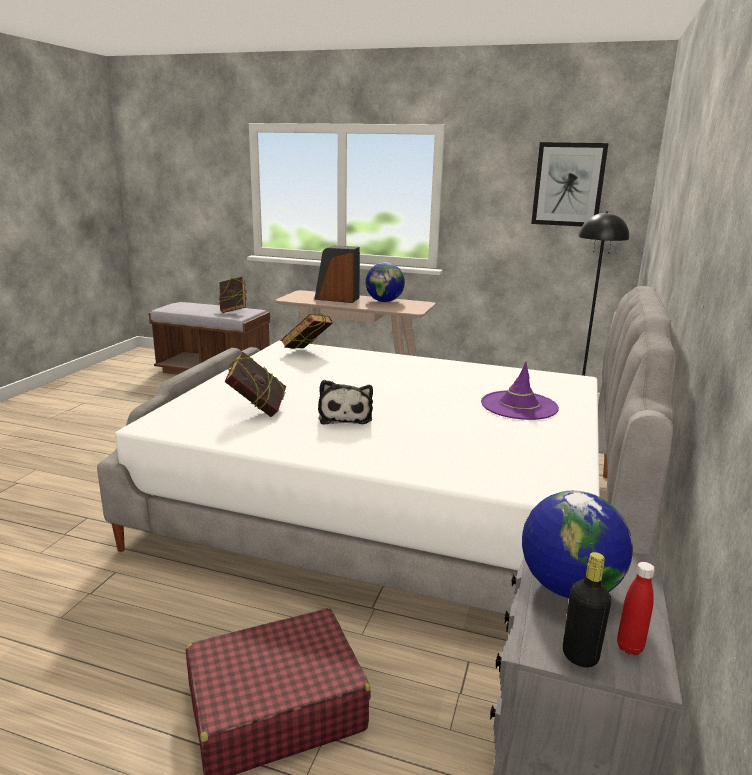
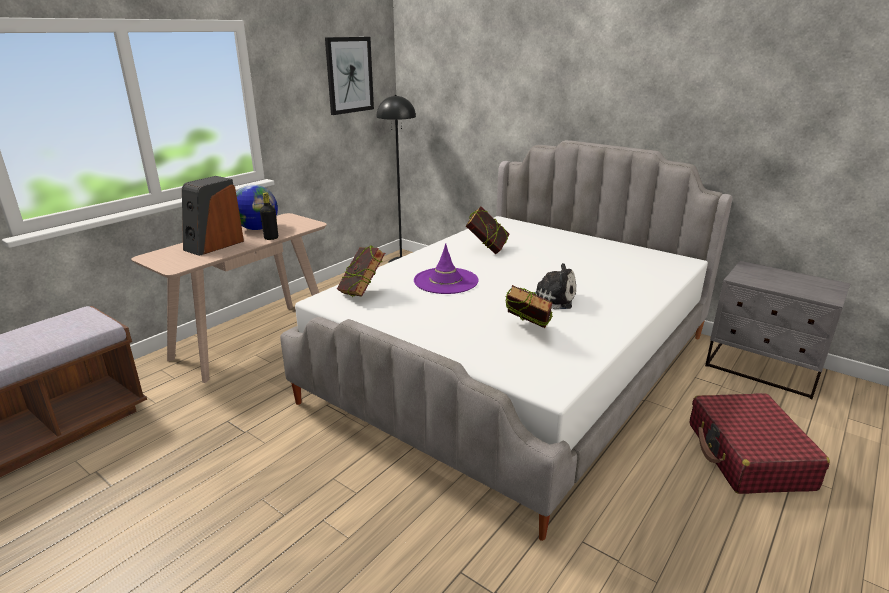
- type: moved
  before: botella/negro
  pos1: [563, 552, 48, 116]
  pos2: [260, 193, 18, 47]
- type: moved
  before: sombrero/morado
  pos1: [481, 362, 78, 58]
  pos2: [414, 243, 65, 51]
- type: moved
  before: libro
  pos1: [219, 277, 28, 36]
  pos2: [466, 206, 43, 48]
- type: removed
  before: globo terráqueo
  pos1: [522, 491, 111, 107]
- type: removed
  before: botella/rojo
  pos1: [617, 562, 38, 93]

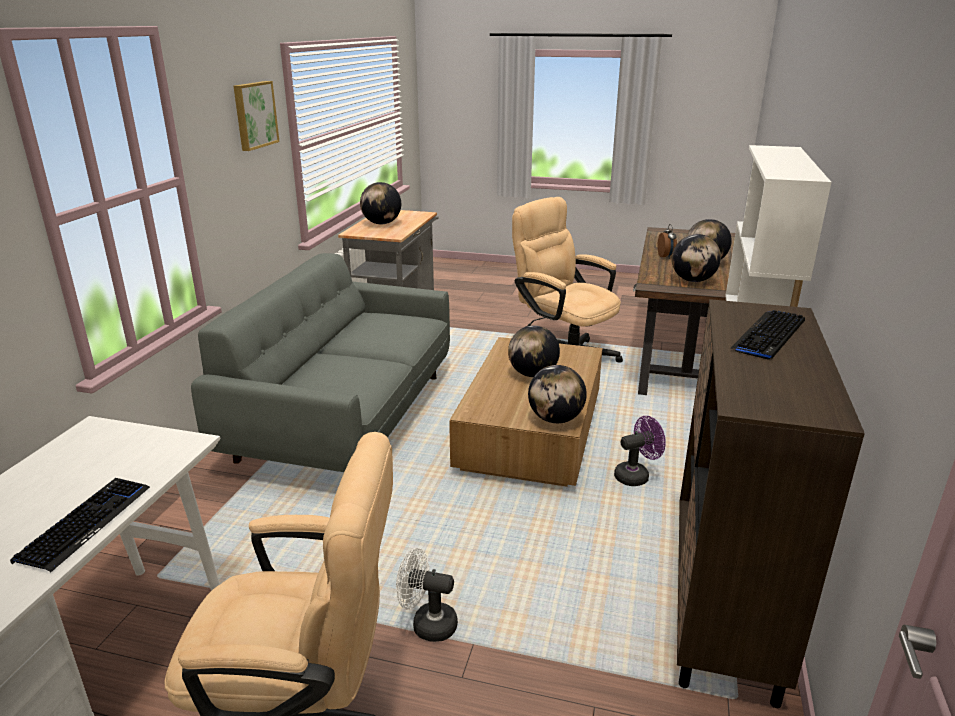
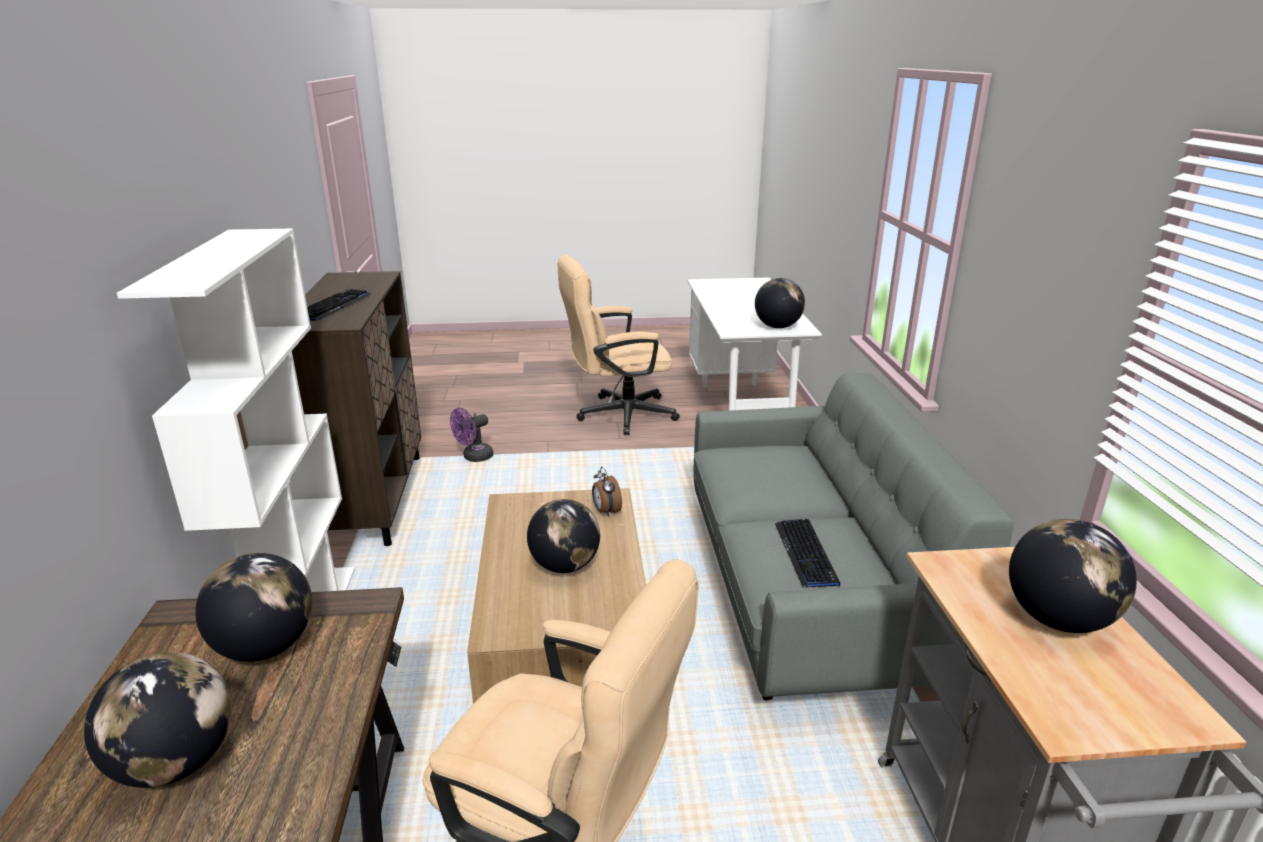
- type: moved
  before: ventilador/morado
  pos1: [614, 416, 52, 70]
  pos2: [450, 408, 43, 54]
- type: moved
  before: despertador
  pos1: [657, 224, 20, 34]
  pos2: [592, 467, 30, 50]
- type: moved
  before: globo terráqueo
  pos1: [528, 365, 59, 58]
  pos2: [755, 278, 50, 50]
- type: moved
  before: teclado
  pos1: [10, 478, 140, 94]
  pos2: [775, 519, 65, 68]
- type: removed
  before: cuadro
  pos1: [234, 81, 45, 70]
- type: removed
  before: ventilador/blanco
  pos1: [396, 548, 62, 94]

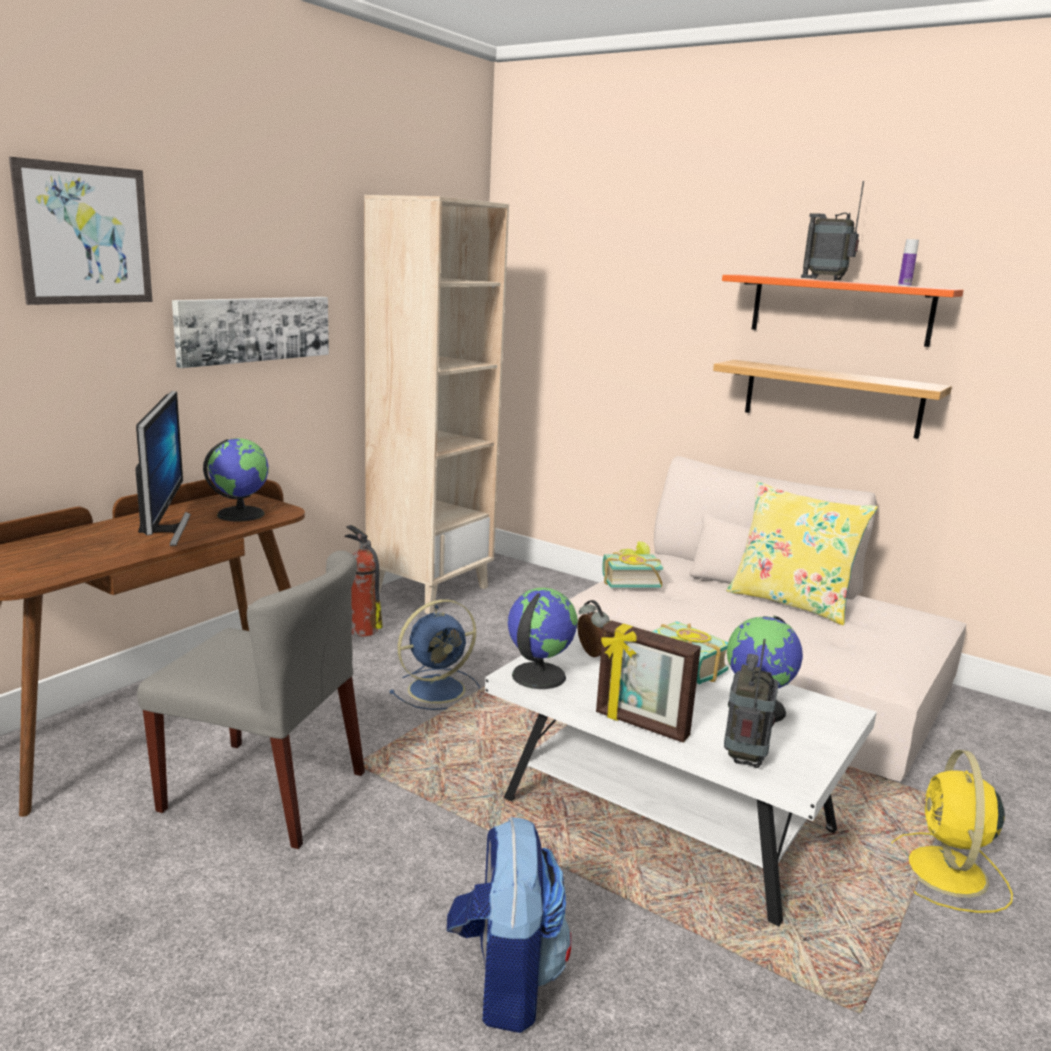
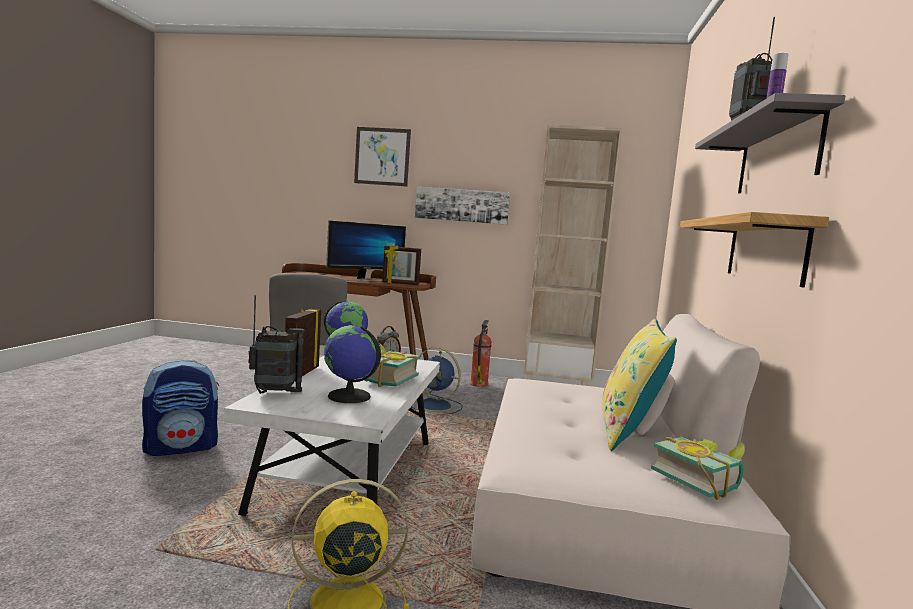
- type: replaced
  before: globo terráqueo
  after: portarretratos
  pos1: [203, 438, 66, 83]
  pos2: [382, 246, 39, 39]
- type: moved
  before: libro
  pos1: [602, 541, 61, 47]
  pos2: [651, 437, 94, 63]
- type: recoloured
  before: estante/naranja
  after: estante/gris
  pos1: [722, 275, 242, 72]
  pos2: [695, 93, 150, 100]

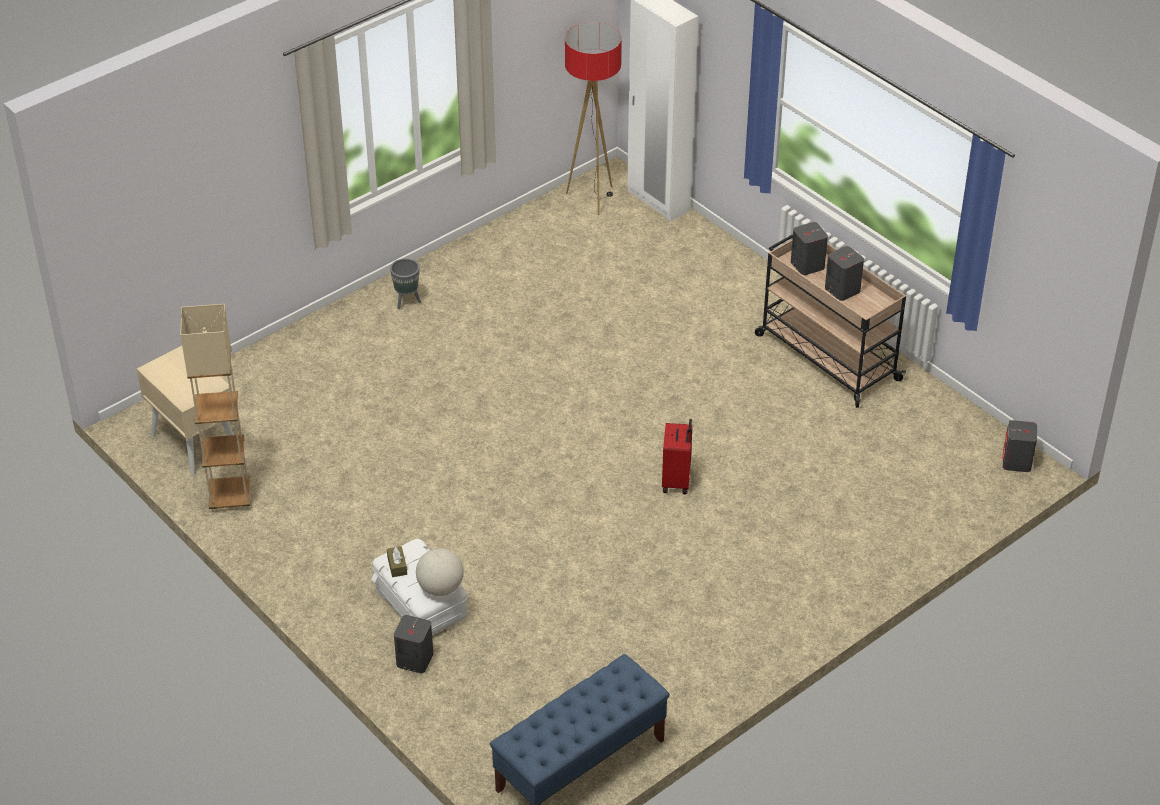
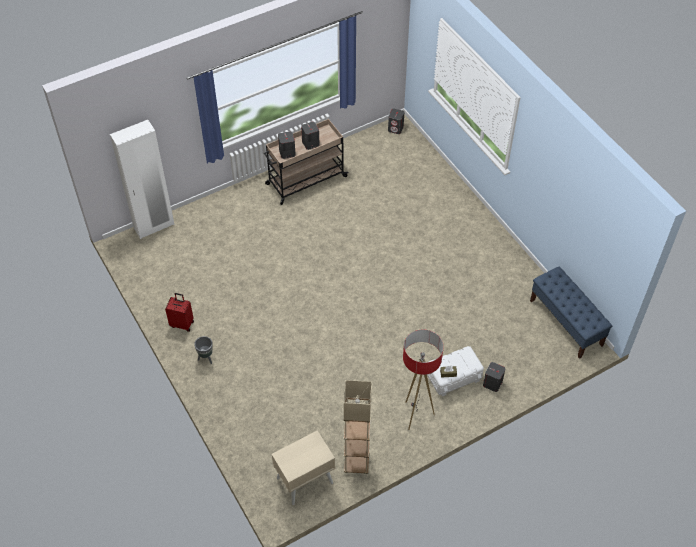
- type: moved
  before: maleta/rojo
  pos1: [662, 419, 31, 75]
  pos2: [165, 293, 29, 39]
- type: moved
  before: lámpara de pie
  pos1: [565, 22, 57, 193]
  pos2: [403, 330, 41, 100]
- type: removed
  before: globo terráqueo
  pos1: [416, 548, 48, 48]

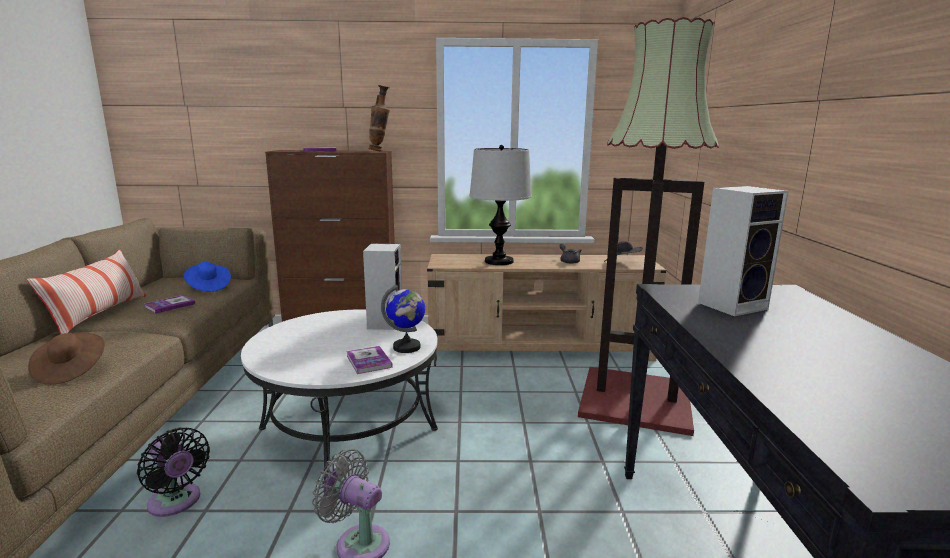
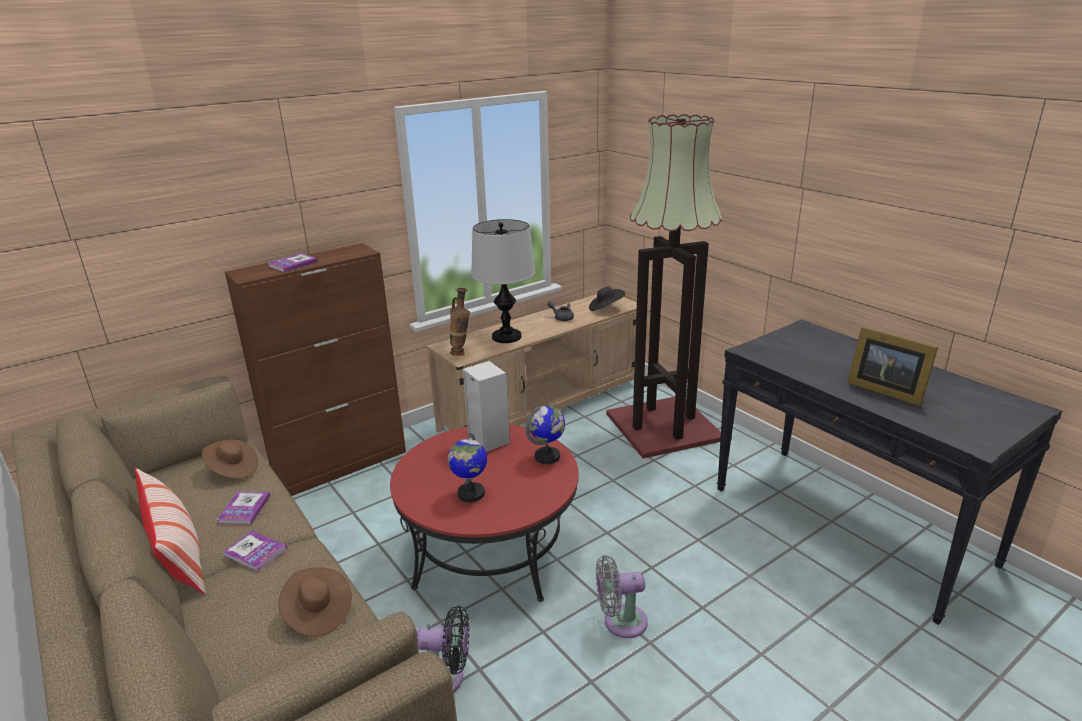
- type: recoloured
  before: sombrero/azul
  after: sombrero/marrón
  pos1: [184, 262, 47, 30]
  pos2: [202, 439, 56, 40]
- type: moved
  before: libro
  pos1: [346, 346, 47, 28]
  pos2: [223, 531, 64, 41]
- type: recoloured
  before: mesa de centro/blanco
  after: mesa de centro/rojo
  pos1: [241, 310, 197, 174]
  pos2: [390, 425, 189, 177]
- type: added
  after: globo terráqueo
  pos2: [448, 433, 39, 69]
- type: moved
  before: florero
  pos1: [369, 85, 21, 67]
  pos2: [450, 288, 20, 68]
- type: added
  after: portarretratos
  pos2: [847, 327, 91, 79]
- type: removed
  before: altavoz
  pos1: [698, 186, 91, 130]

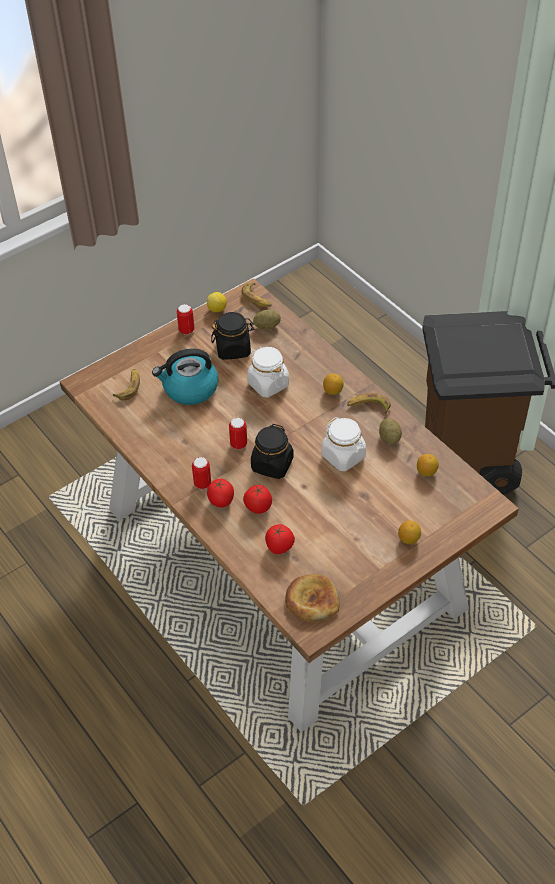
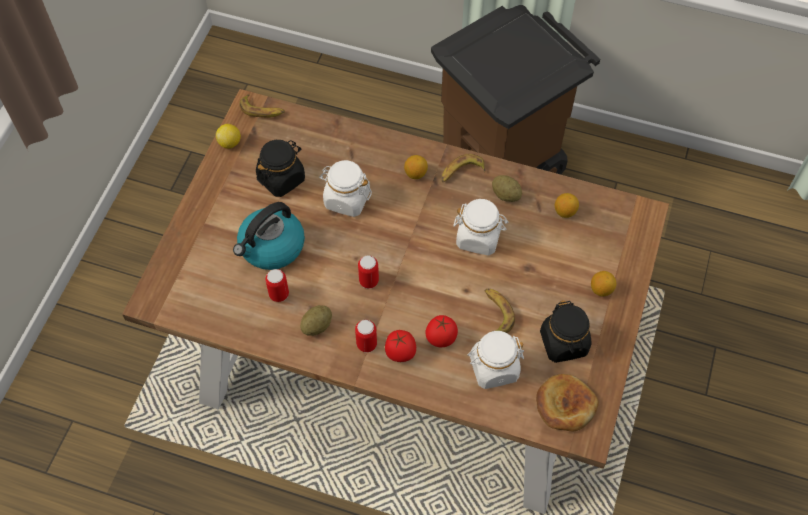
- type: moved
  before: lata
  pos1: [177, 304, 17, 30]
  pos2: [265, 269, 24, 33]
- type: moved
  before: patata
  pos1: [253, 309, 28, 21]
  pos2: [300, 305, 32, 31]
- type: replaced
  before: tomate
  after: tarro/blanco
  pos1: [265, 524, 30, 30]
  pos2: [468, 331, 56, 58]
- type: moved
  before: plátano
  pos1: [113, 369, 27, 32]
  pos2: [485, 289, 30, 44]
- type: moved
  before: tarro/negro
  pos1: [251, 424, 43, 55]
  pos2: [540, 300, 51, 63]

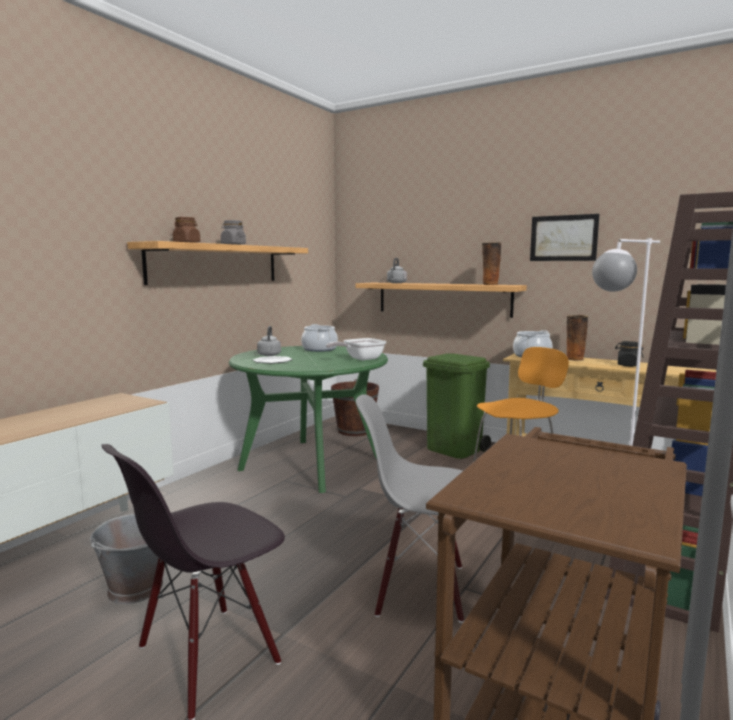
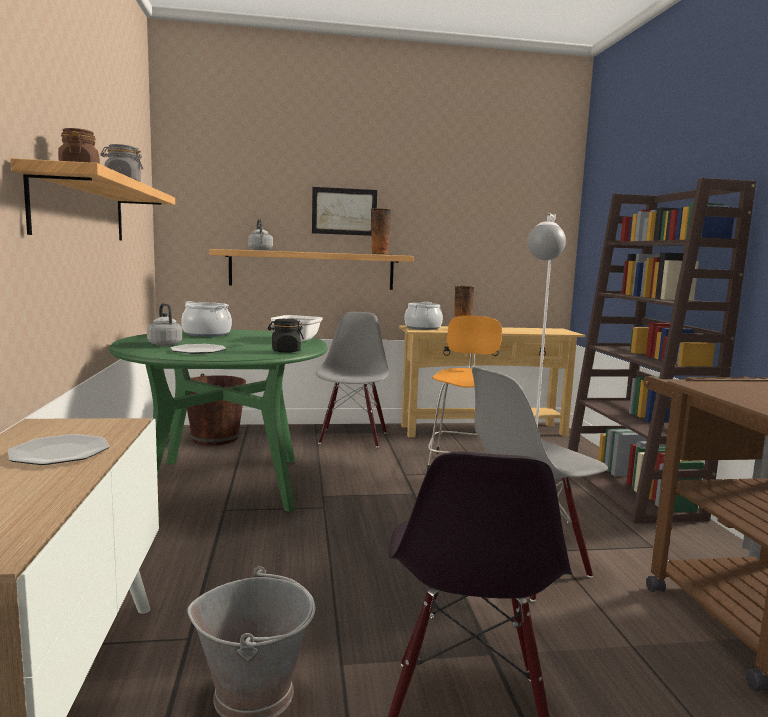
- type: added
  after: plato
  pos2: [8, 434, 102, 31]
- type: moved
  before: tarro/negro
  pos1: [615, 341, 29, 26]
  pos2: [268, 319, 36, 34]
- type: moved
  before: cuadro
  pos1: [530, 214, 69, 47]
  pos2: [312, 187, 65, 49]
- type: replaced
  before: papelera/verde
  after: silla/gris
  pos1: [423, 353, 68, 106]
  pos2: [316, 312, 73, 136]

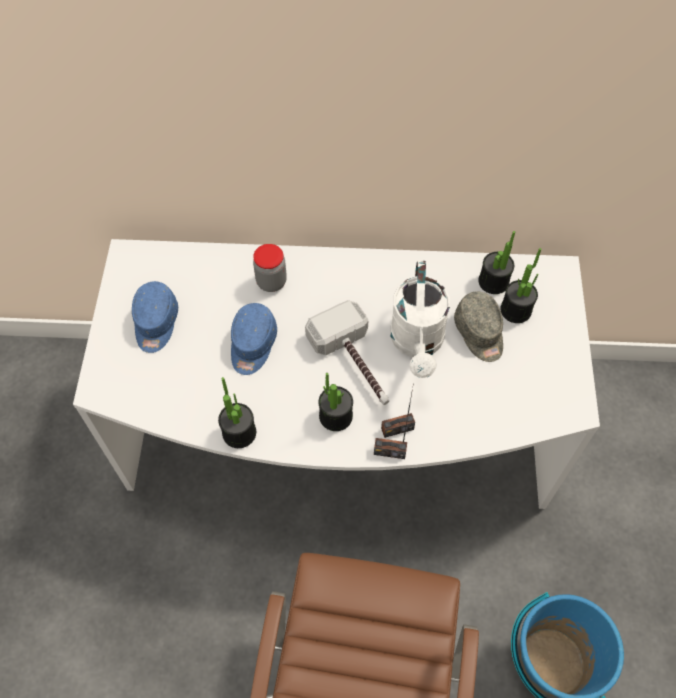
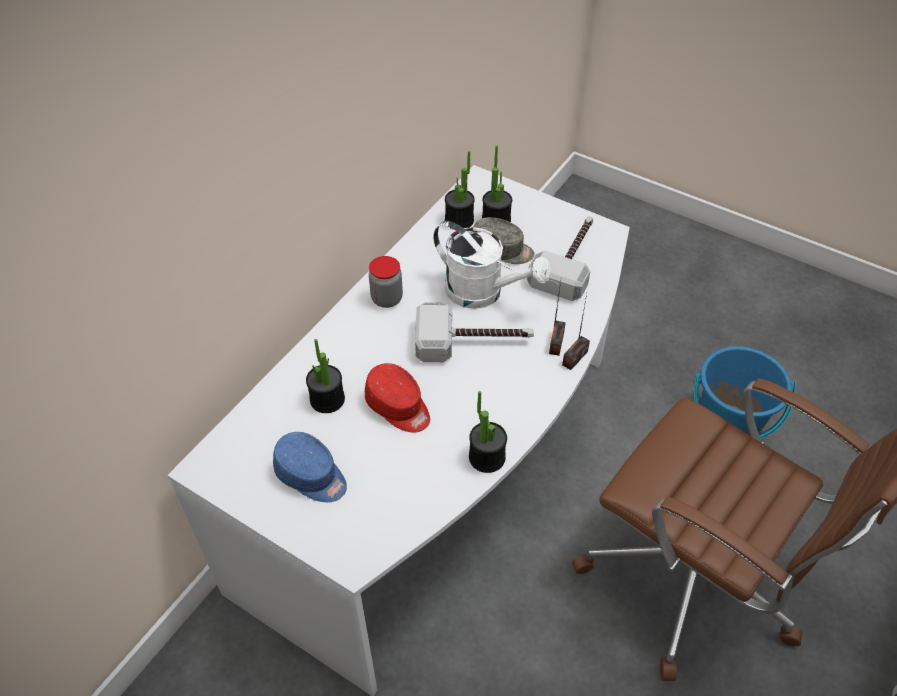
- type: moved
  before: planta en maceta
  pos1: [318, 373, 35, 58]
  pos2: [306, 339, 39, 74]
- type: recoloured
  before: gorra/azul
  after: gorra/rojo
  pos1: [231, 303, 46, 72]
  pos2: [365, 363, 65, 70]
- type: moved
  before: tarro
  pos1: [253, 244, 34, 48]
  pos2: [369, 256, 34, 52]
- type: added
  after: martillo
  pos2: [527, 216, 66, 85]

